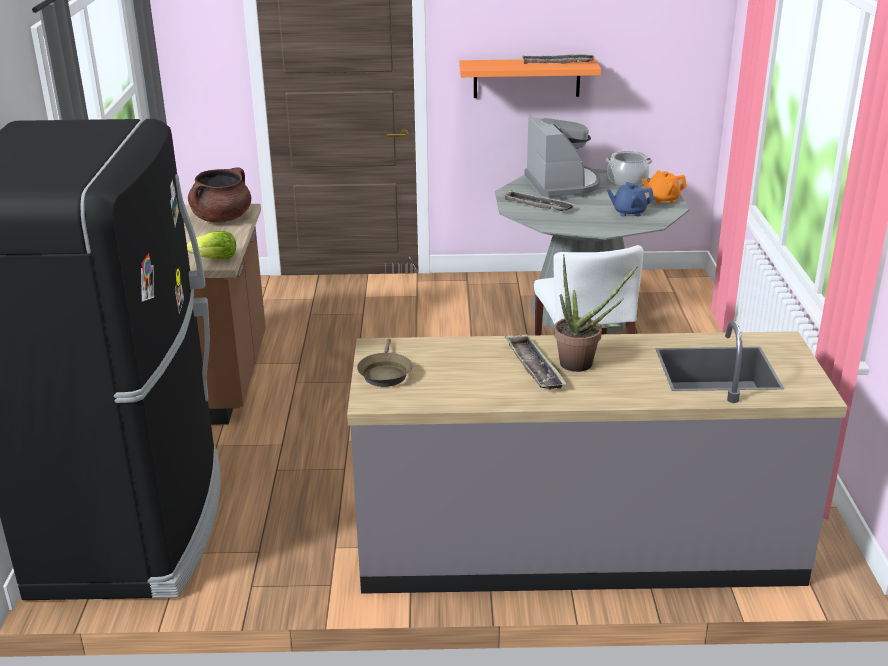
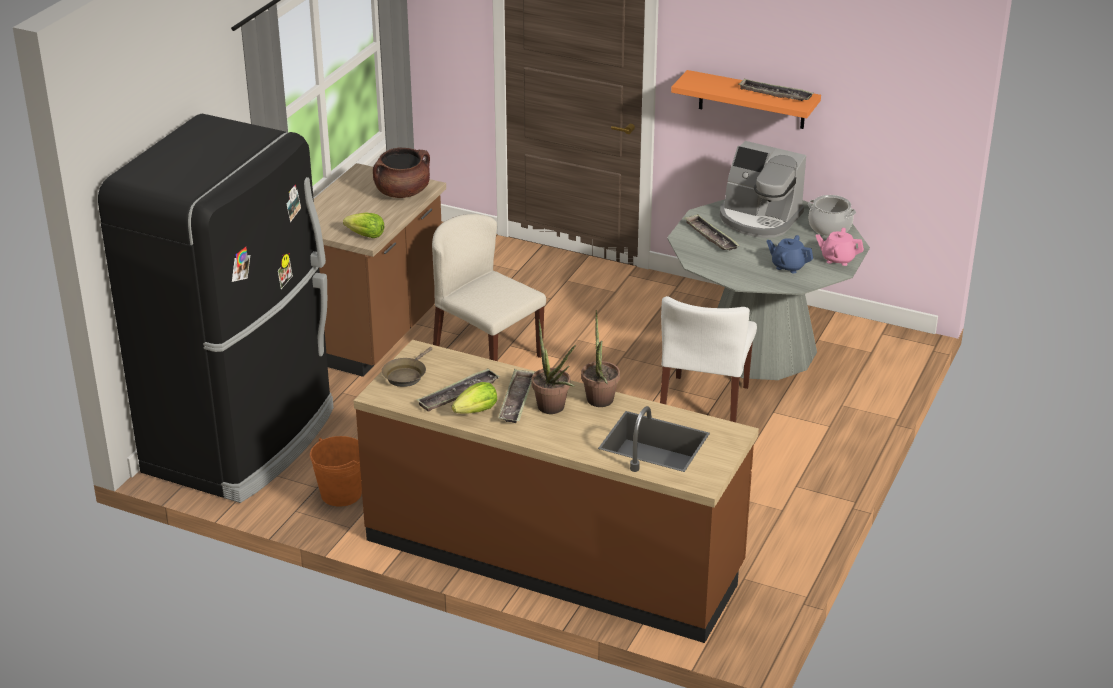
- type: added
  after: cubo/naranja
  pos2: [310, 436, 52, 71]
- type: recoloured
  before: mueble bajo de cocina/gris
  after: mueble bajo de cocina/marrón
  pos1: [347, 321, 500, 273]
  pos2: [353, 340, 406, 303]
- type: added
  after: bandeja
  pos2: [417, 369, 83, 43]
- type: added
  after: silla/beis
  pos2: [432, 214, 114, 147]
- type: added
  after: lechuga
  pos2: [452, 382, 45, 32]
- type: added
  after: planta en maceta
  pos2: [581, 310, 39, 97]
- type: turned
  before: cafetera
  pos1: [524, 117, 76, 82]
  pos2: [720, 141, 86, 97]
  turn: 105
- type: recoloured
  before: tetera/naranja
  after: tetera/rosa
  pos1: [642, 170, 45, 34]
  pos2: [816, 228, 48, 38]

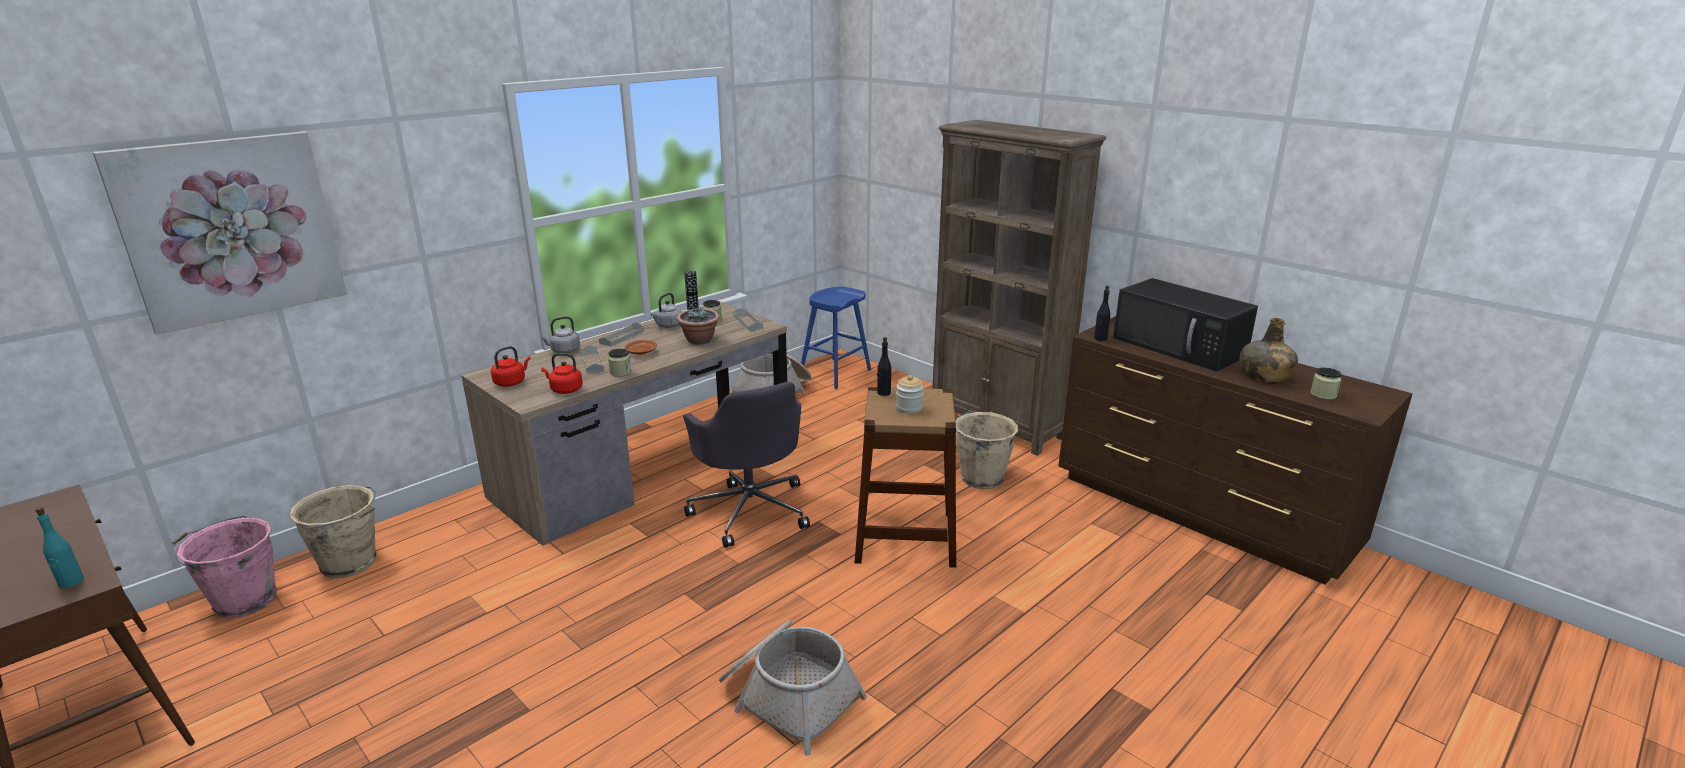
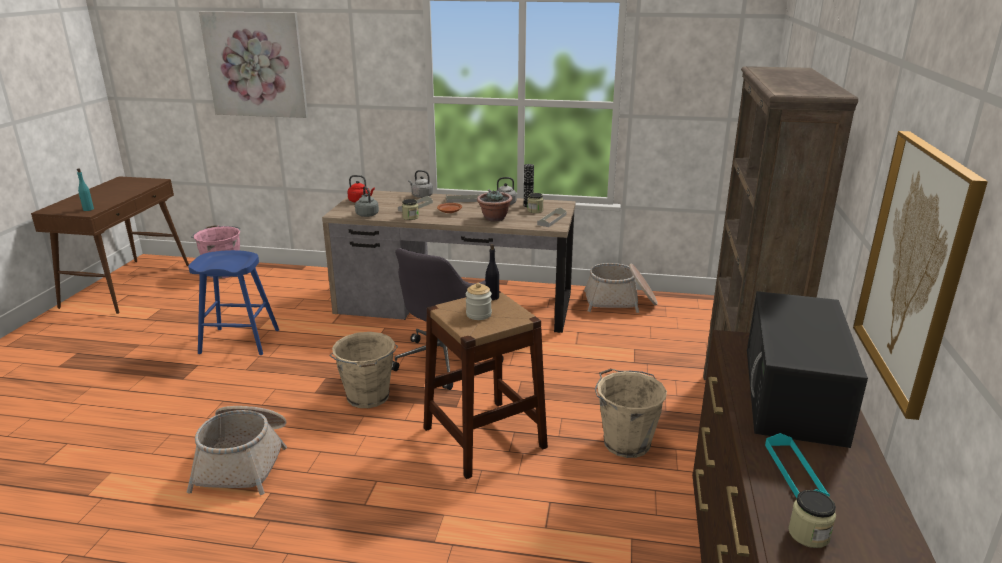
- type: moved
  before: taburete/azul
  pos1: [801, 286, 70, 103]
  pos2: [188, 250, 91, 105]
- type: moved
  before: cubo/beis
  pos1: [290, 485, 87, 93]
  pos2: [330, 332, 68, 76]
- type: recoloured
  before: hervidor/rojo
  after: hervidor/gris
  pos1: [541, 353, 42, 41]
  pos2: [355, 187, 24, 30]
- type: replaced
  before: botella/verde
  after: bandeja/turquesa
  pos1: [1239, 318, 59, 66]
  pos2: [765, 433, 65, 65]
- type: added
  after: cuadro
  pos2: [853, 131, 135, 289]
- type: removed
  before: botella/negro
  pos1: [1094, 286, 16, 55]

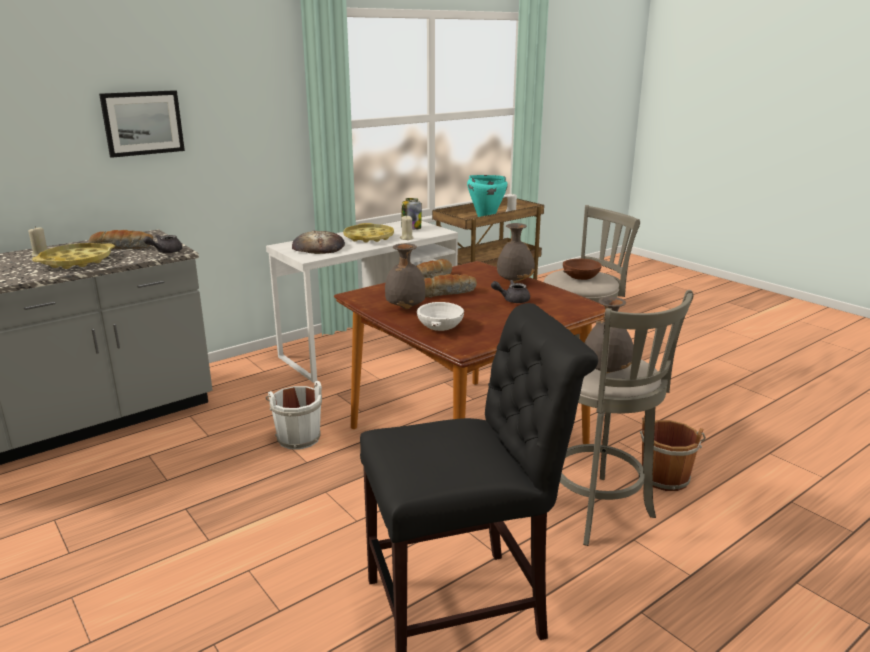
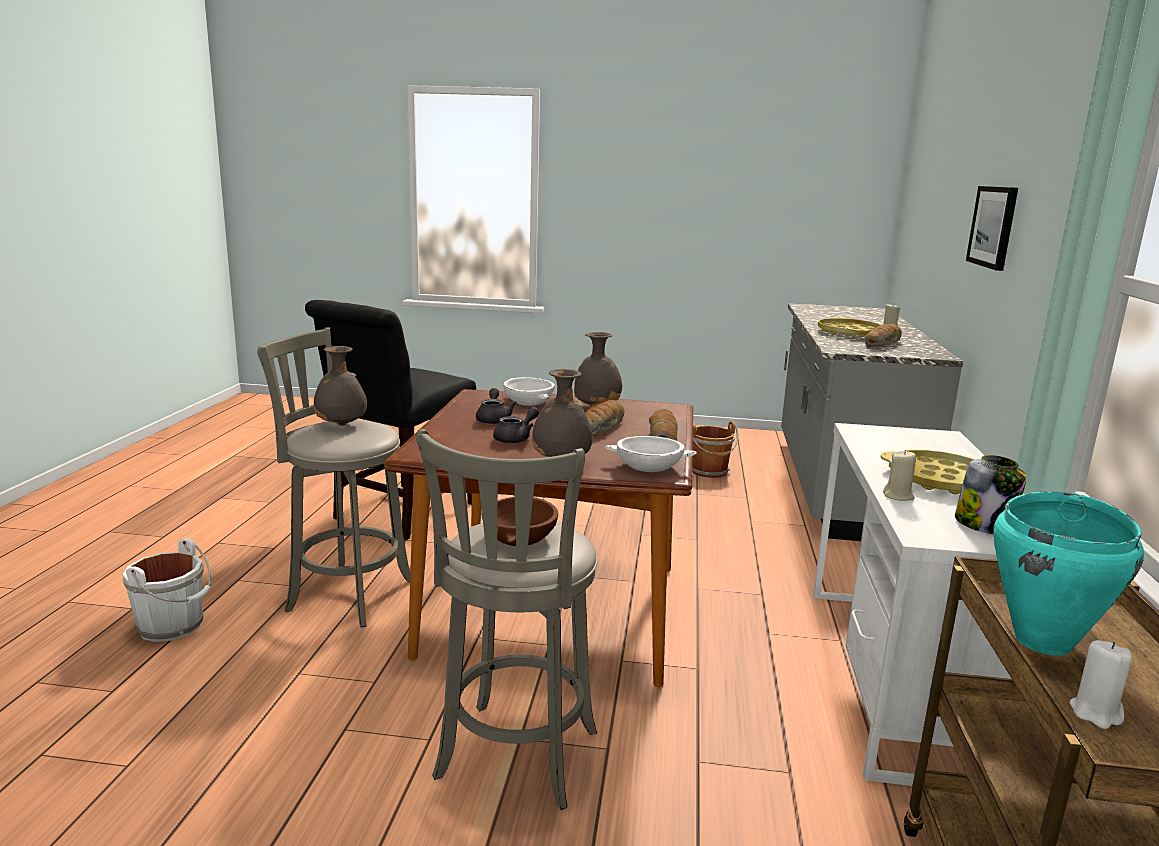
- type: moved
  before: cubo/blanco
  pos1: [265, 381, 57, 68]
  pos2: [123, 538, 88, 104]
- type: moved
  before: tetera/gris
  pos1: [144, 234, 39, 19]
  pos2: [476, 388, 41, 36]
- type: added
  after: cuenco/blanco
  pos2: [605, 436, 92, 36]
- type: moved
  before: cubo/marrón
  pos1: [640, 416, 66, 75]
  pos2: [692, 421, 46, 57]
- type: removed
  before: pan
  pos1: [292, 231, 53, 23]

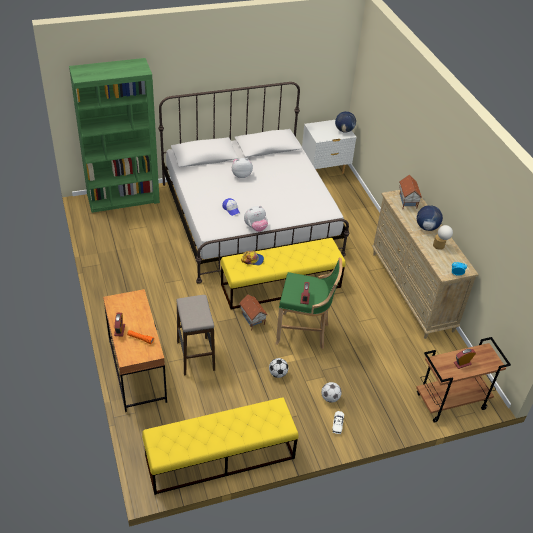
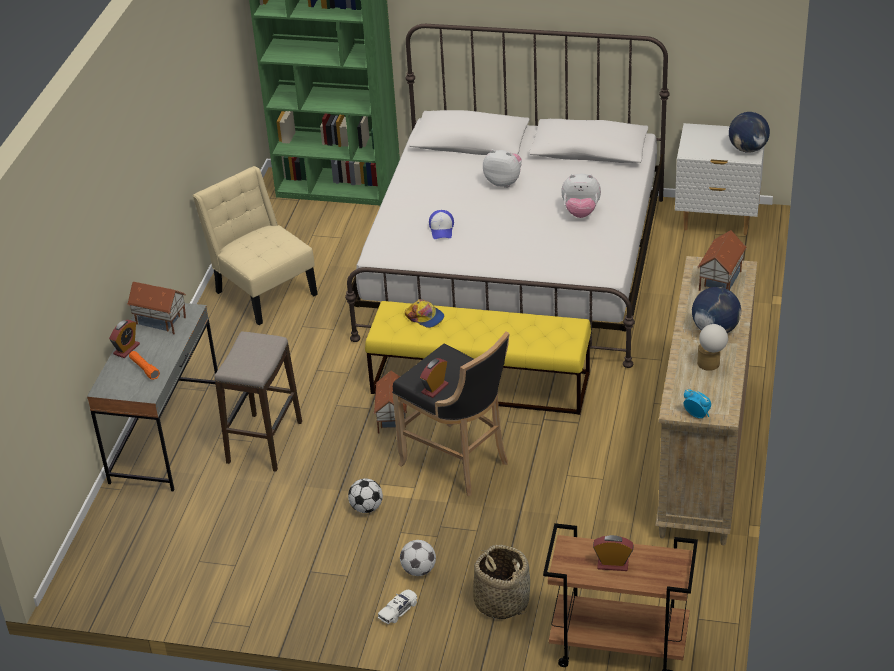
- type: recoloured
  before: escritorio/marrón
  after: escritorio/gris
  pos1: [103, 289, 64, 123]
  pos2: [87, 303, 131, 188]
- type: added
  after: casita
  pos2: [127, 282, 59, 53]
- type: added
  after: silla/beis
  pos2: [193, 166, 125, 159]
- type: recoloured
  before: taburete/verde
  after: taburete/negro
  pos1: [275, 257, 67, 92]
  pos2: [392, 331, 118, 165]
- type: added
  after: cesta
  pos2: [473, 545, 57, 74]
- type: moved
  before: peluche
  pos1: [244, 206, 24, 26]
  pos2: [561, 174, 40, 44]
- type: removed
  before: banco/amarillo
  pos1: [142, 398, 157, 97]

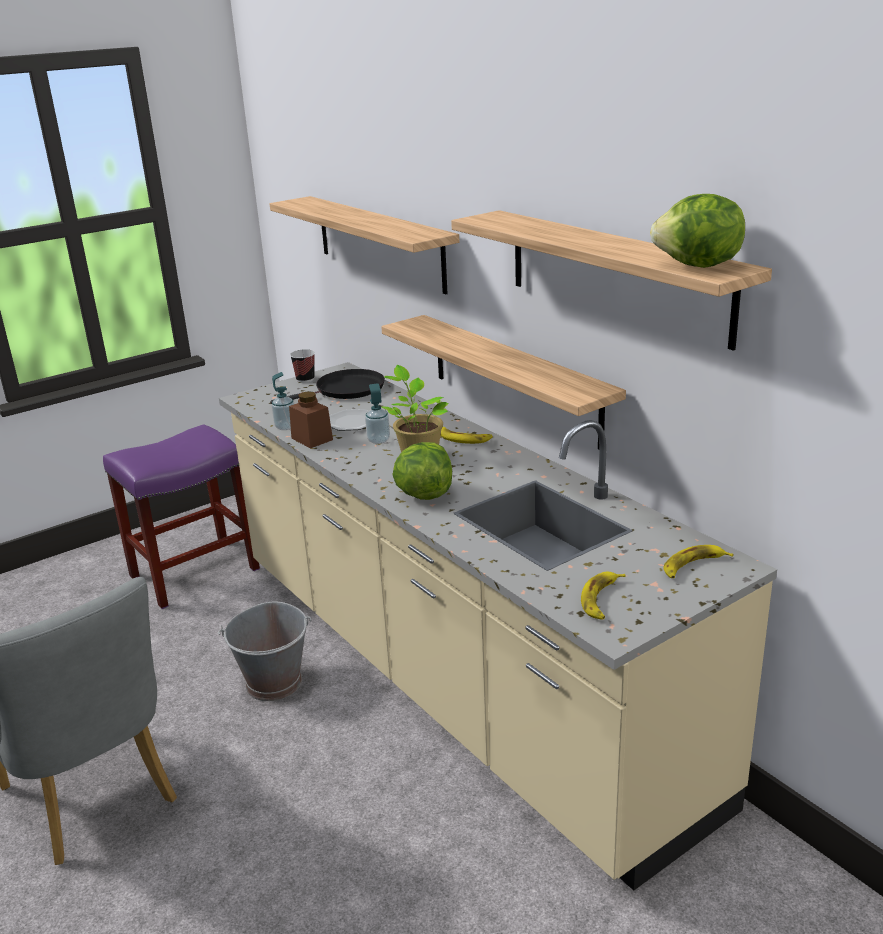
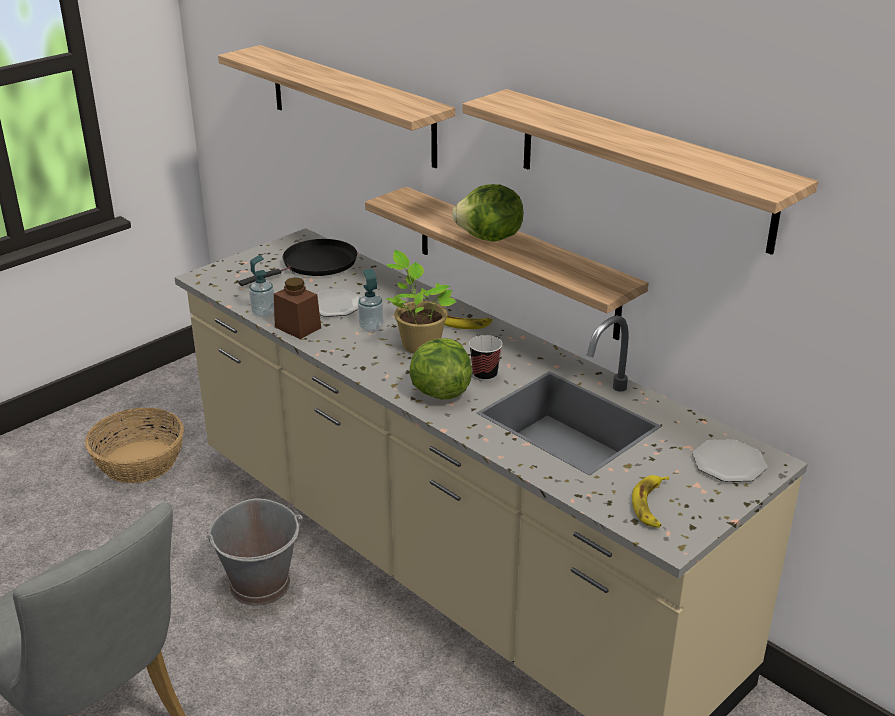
- type: replaced
  before: taburete/morado
  after: cesta
  pos1: [103, 425, 157, 184]
  pos2: [85, 408, 99, 75]
- type: moved
  before: lechuga
  pos1: [650, 194, 95, 74]
  pos2: [452, 184, 71, 58]
- type: moved
  before: taza
  pos1: [290, 349, 25, 34]
  pos2: [469, 335, 34, 46]
- type: replaced
  before: plátano
  after: plato
  pos1: [663, 545, 71, 33]
  pos2: [693, 439, 74, 43]

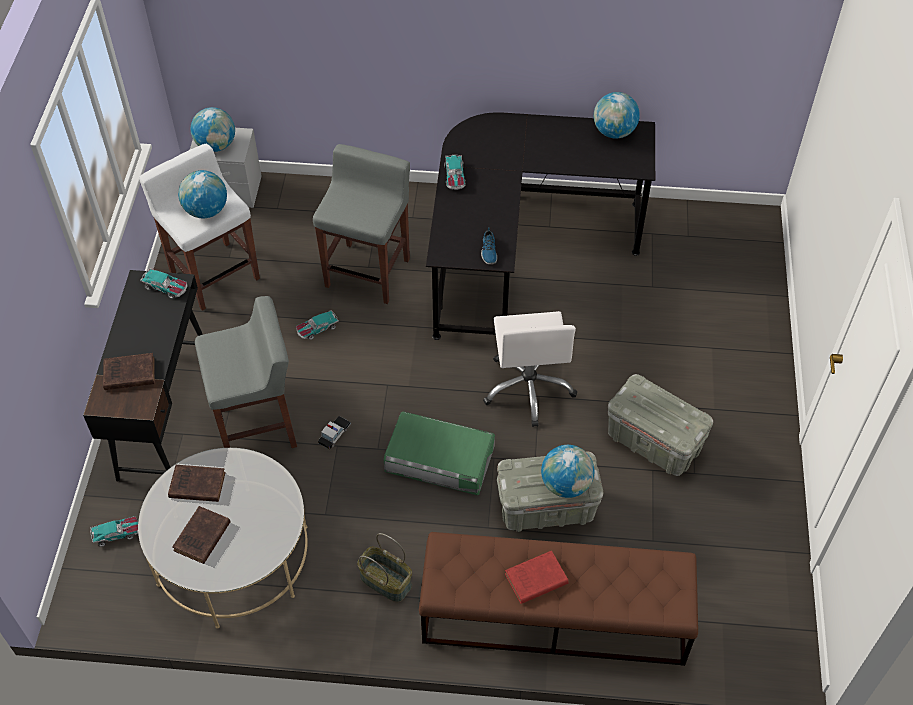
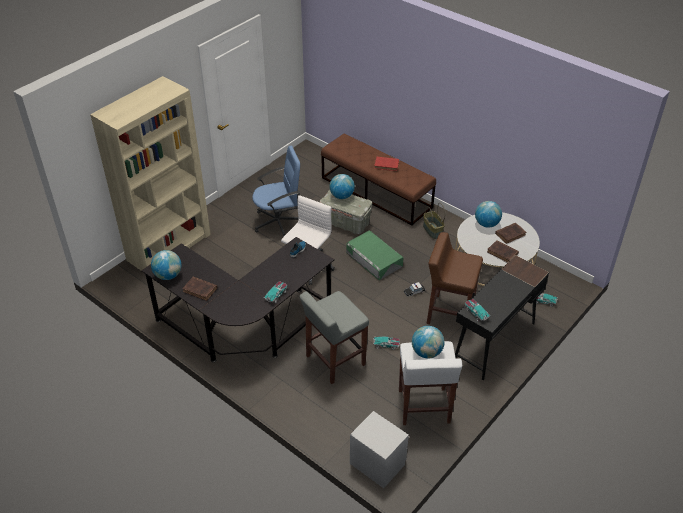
- type: added
  after: estantería/beis
  pos2: [90, 76, 121, 194]
- type: moved
  before: libro/marrón
  pos1: [103, 353, 52, 37]
  pos2: [182, 277, 35, 24]
- type: replaced
  before: caja de almacenaje/gris
  after: silla de oficina/azul
  pos1: [608, 374, 105, 102]
  pos2: [252, 146, 48, 91]
- type: recoloured
  before: taburete/gris
  after: taburete/marrón
  pos1: [195, 296, 102, 152]
  pos2: [426, 232, 57, 101]
- type: moved
  before: globo terráqueo
  pos1: [191, 107, 44, 45]
  pos2: [475, 201, 27, 27]

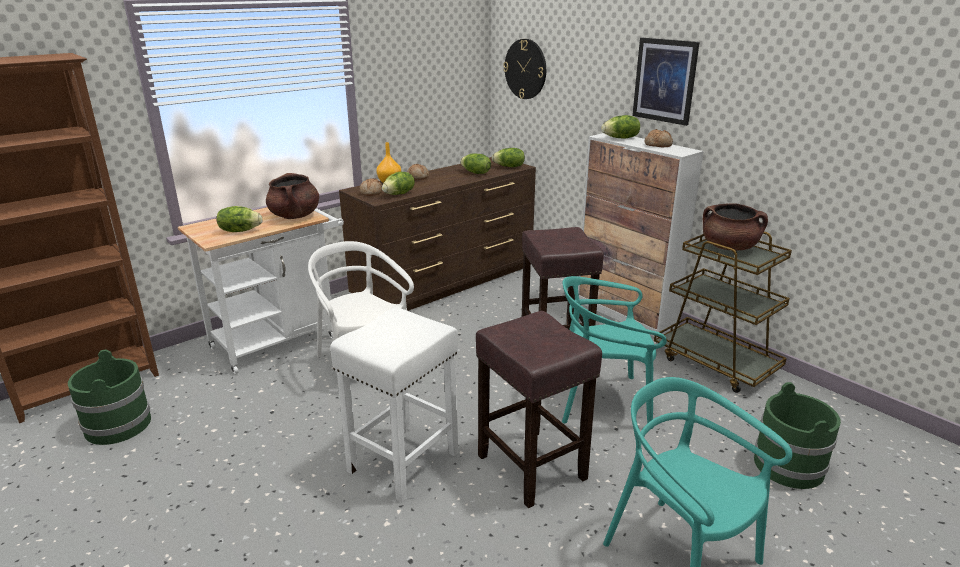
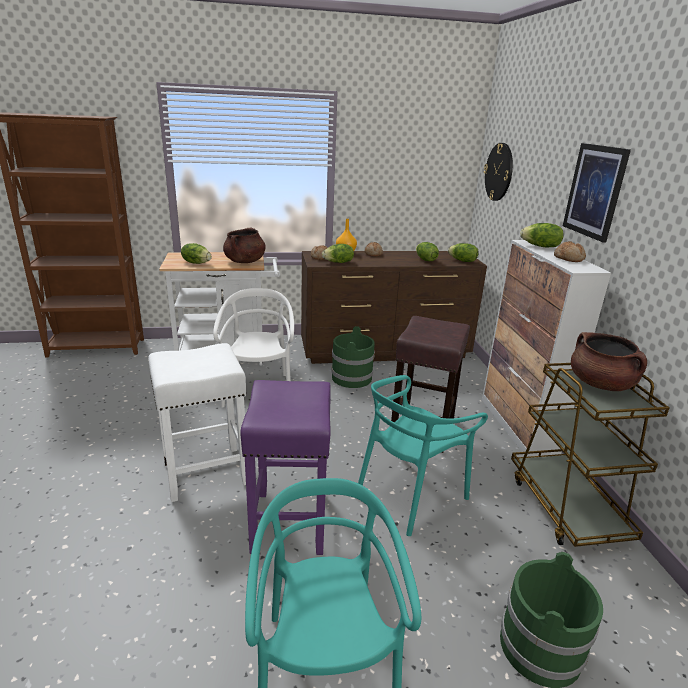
- type: recoloured
  before: taburete/marrón
  after: taburete/morado
  pos1: [476, 311, 126, 197]
  pos2: [240, 380, 91, 175]
- type: moved
  before: cubo/verde
  pos1: [68, 349, 83, 96]
  pos2: [331, 326, 44, 62]
- type: turned
  before: silla/turquesa
  pos1: [562, 276, 105, 153]
  pos2: [358, 375, 130, 161]
  turn: -75

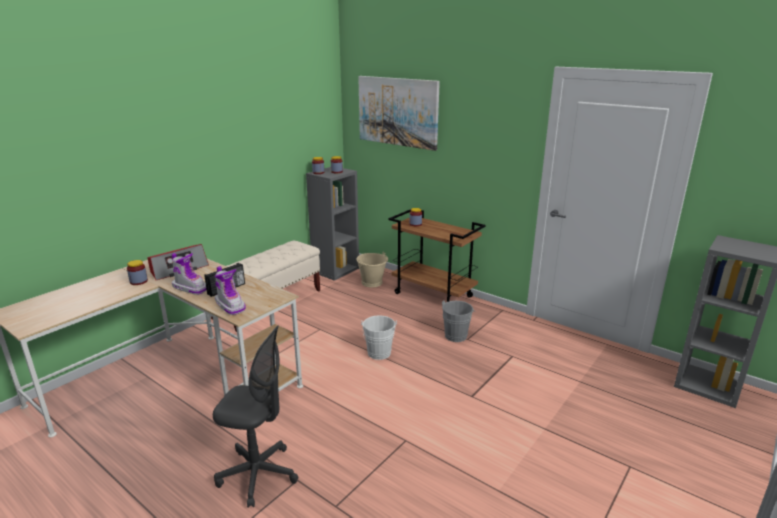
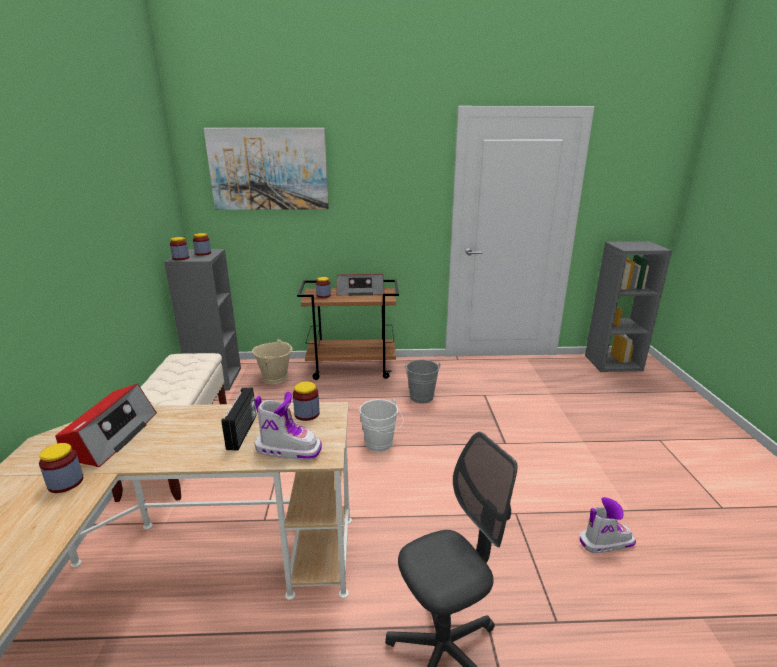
- type: added
  after: tarro
  pos2: [293, 381, 27, 40]
- type: added
  after: radio
  pos2: [336, 274, 48, 22]
- type: moved
  before: bota
  pos1: [172, 253, 35, 42]
  pos2: [579, 497, 57, 56]

